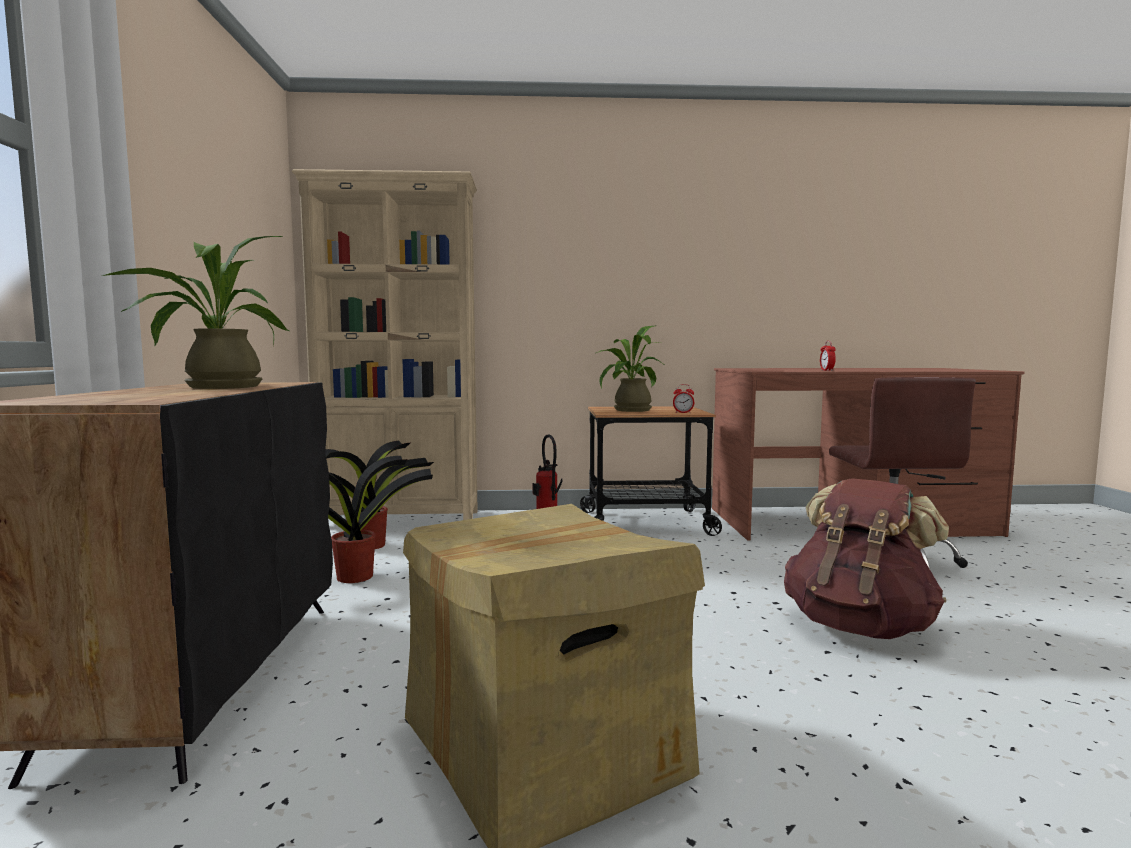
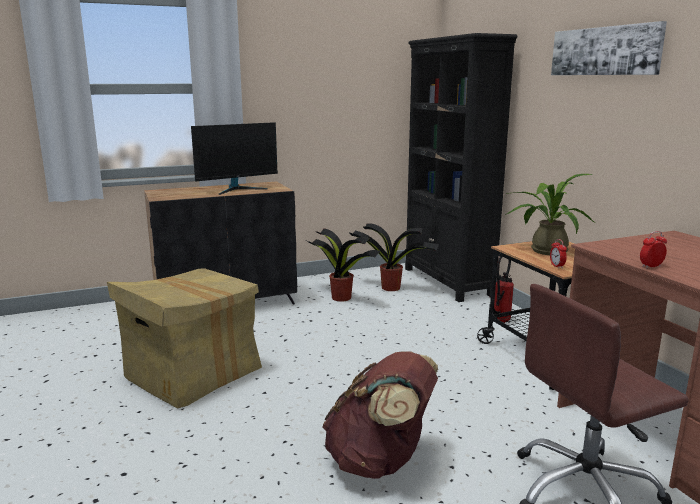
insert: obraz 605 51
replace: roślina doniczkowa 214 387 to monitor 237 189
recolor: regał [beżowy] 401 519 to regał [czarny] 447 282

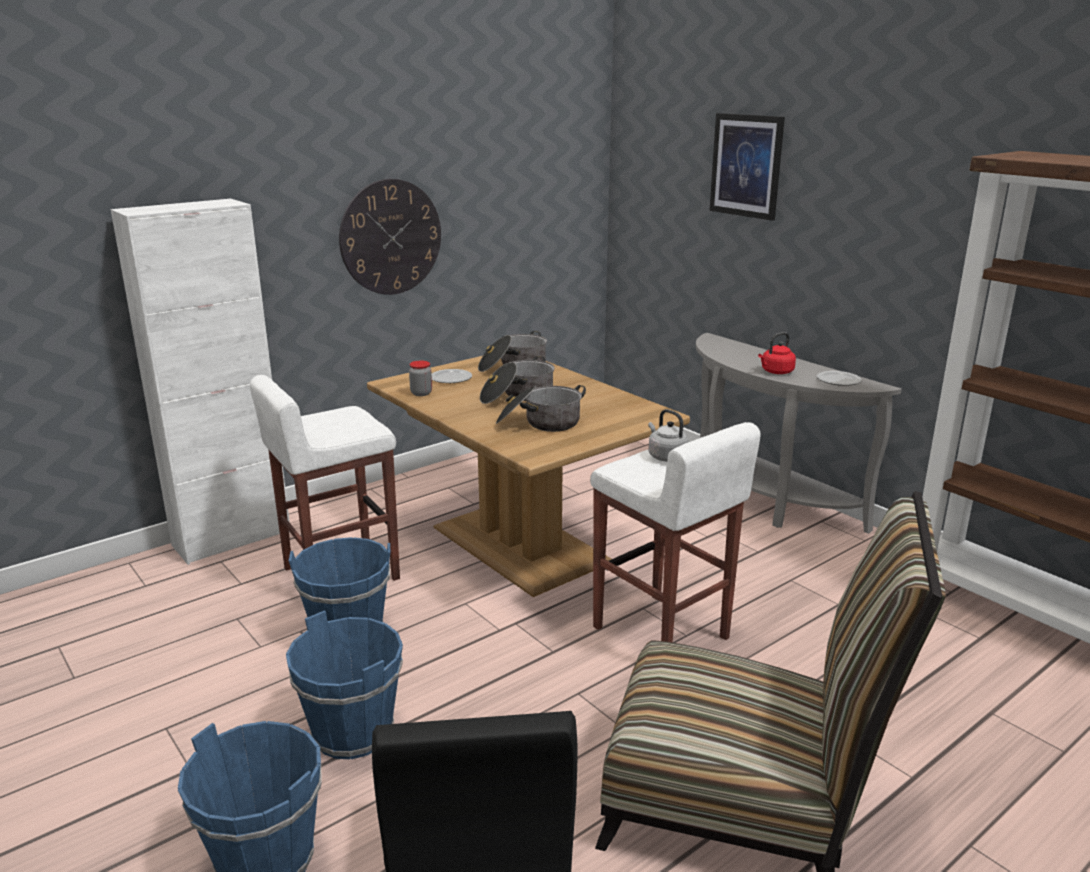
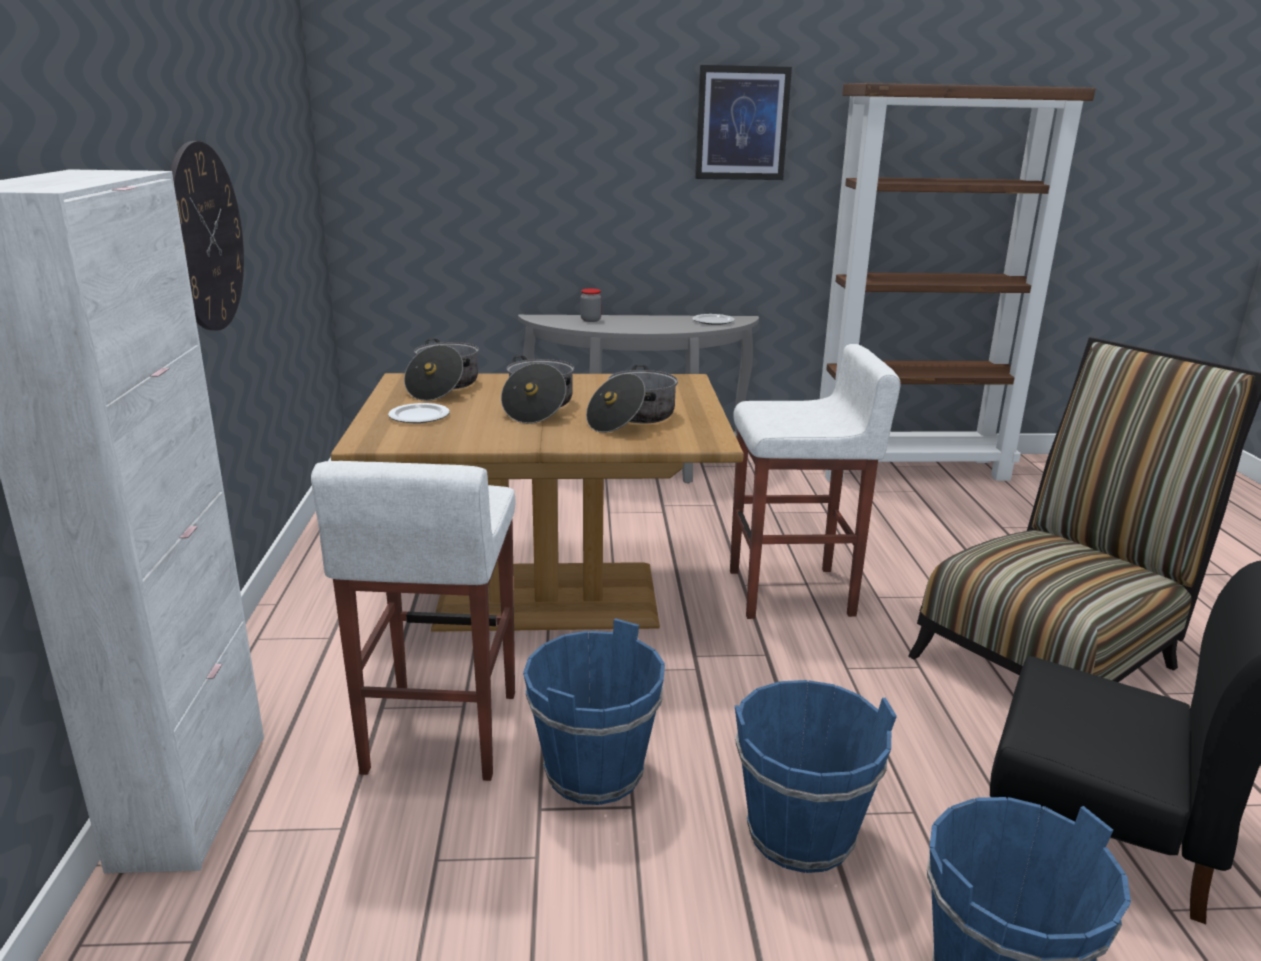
delete: czajnik [szary] 666 456; czajnik [czerwony] 776 372
move: słoik 421 393 to 590 320; obraz 746 166 to 742 123

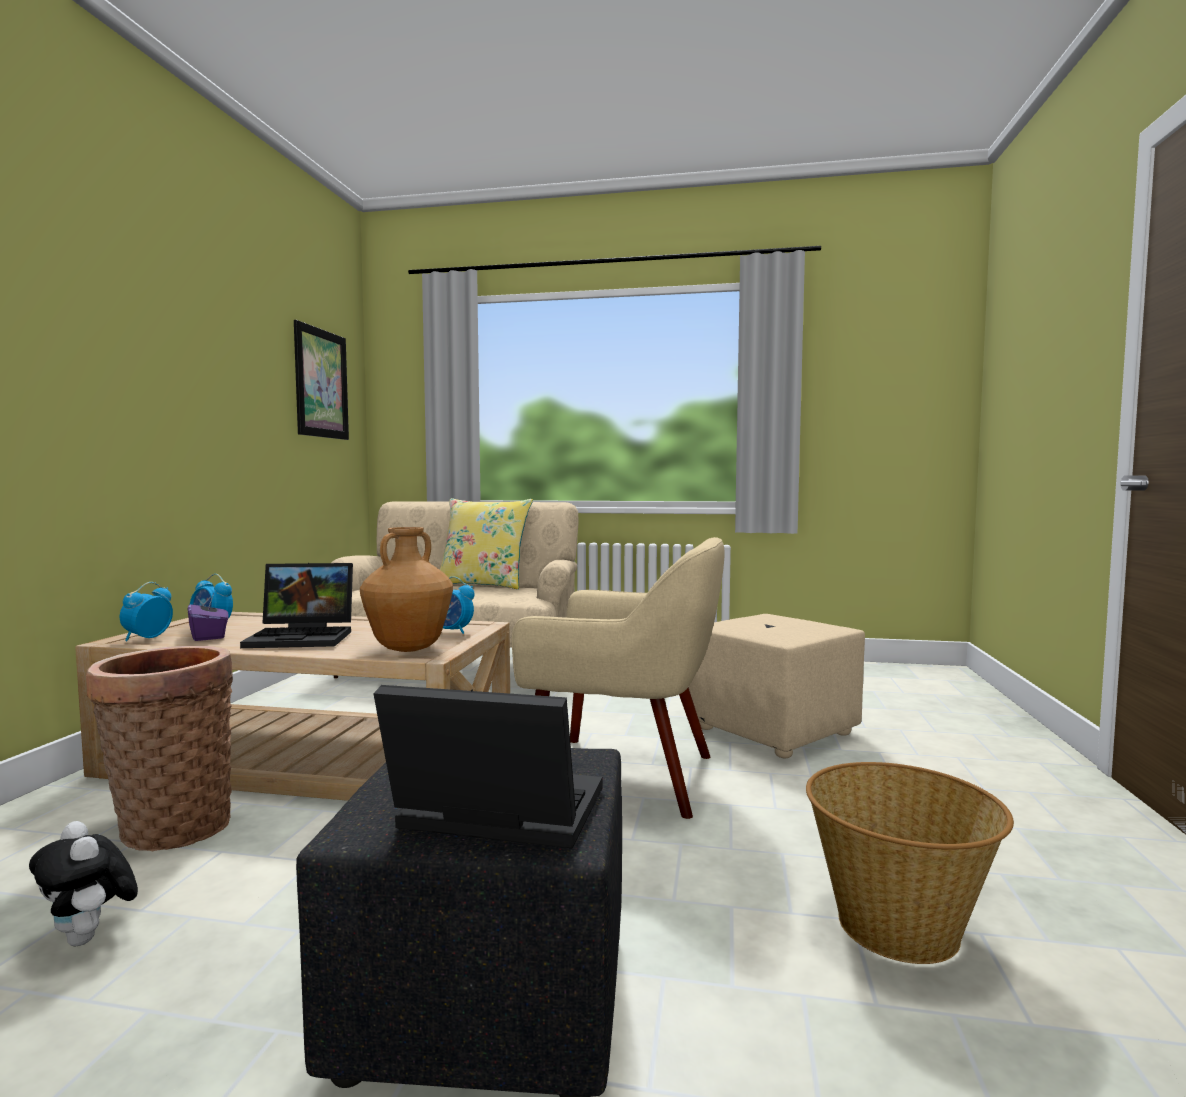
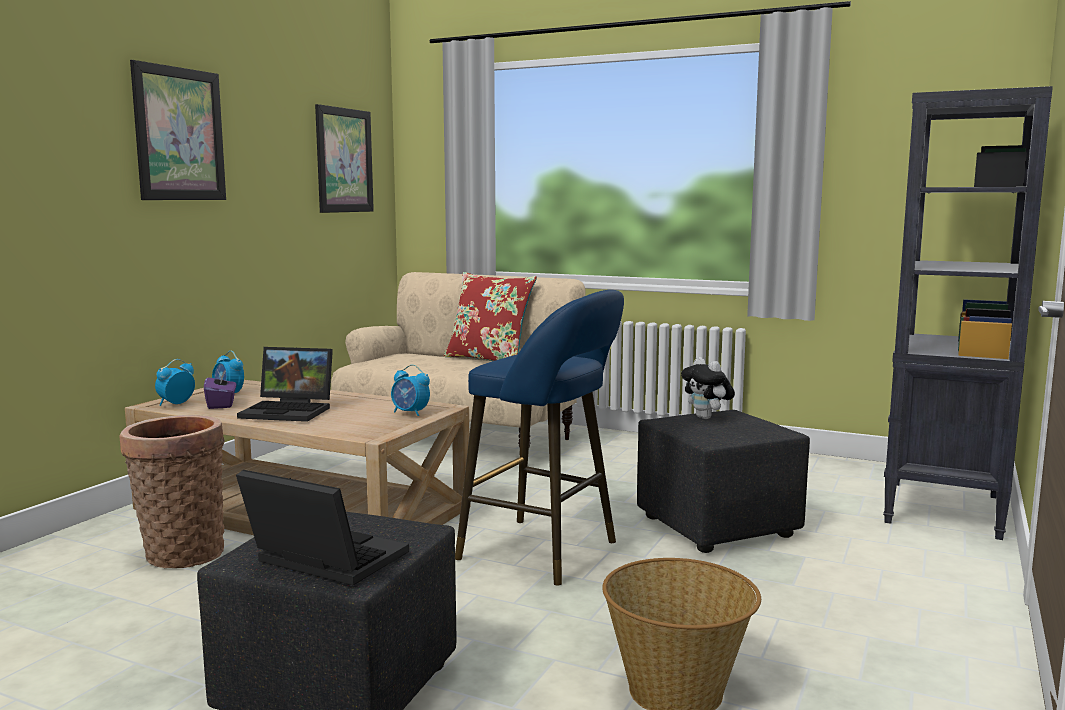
delete: wazon [brązowy] 408 649
insert: obraz 179 134; regał [czarny] 942 509
move: pluszak 89 938 to 707 418
replace: fotel [beżowy] 625 775 to stołek [niebieski] 546 552
recolor: poduszka [żółty] 483 585 to poduszka [czerwony] 489 359; pufa [beżowy] 775 731 to pufa [czarny] 719 527

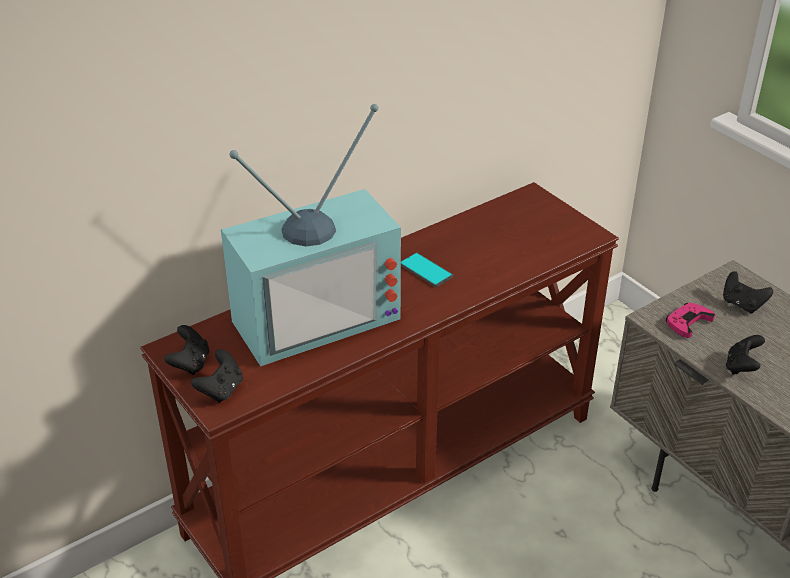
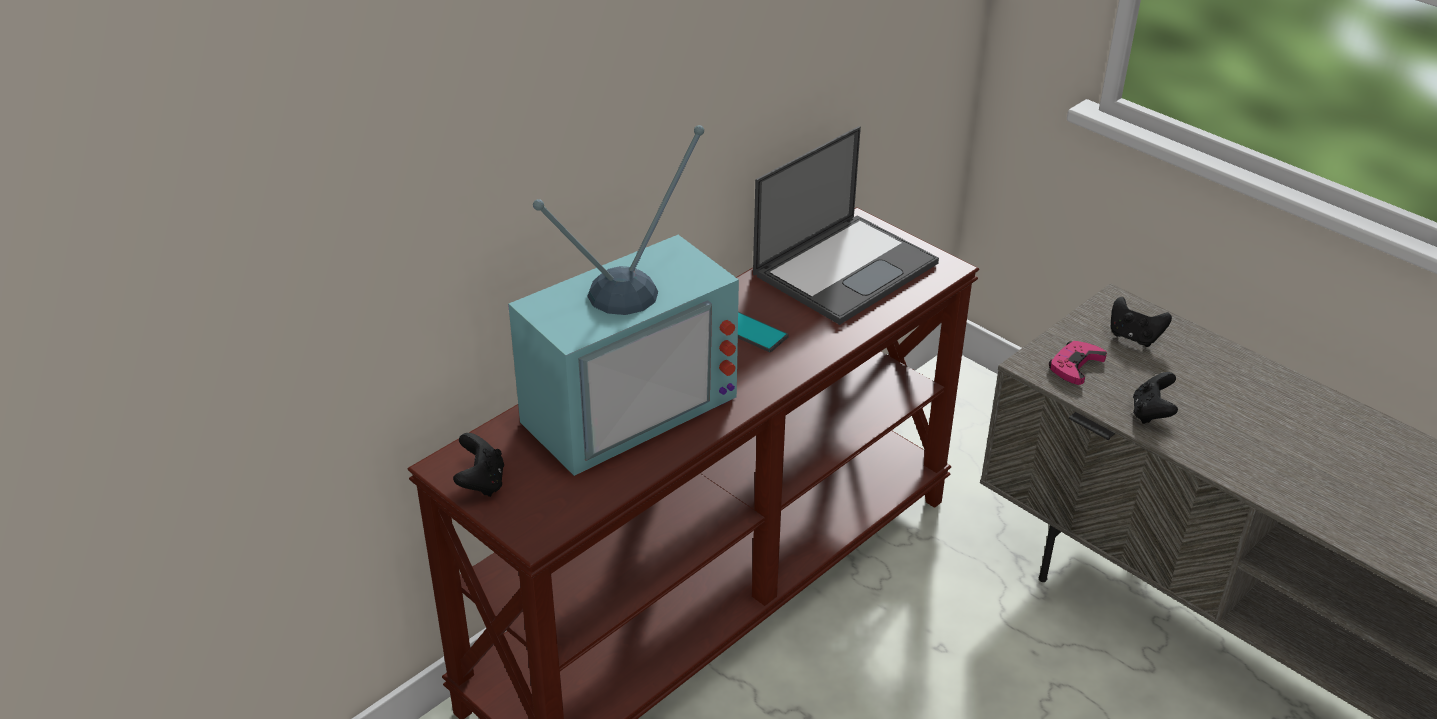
delete: pad do gier [czarny] 221 390
insert: laptop 846 268

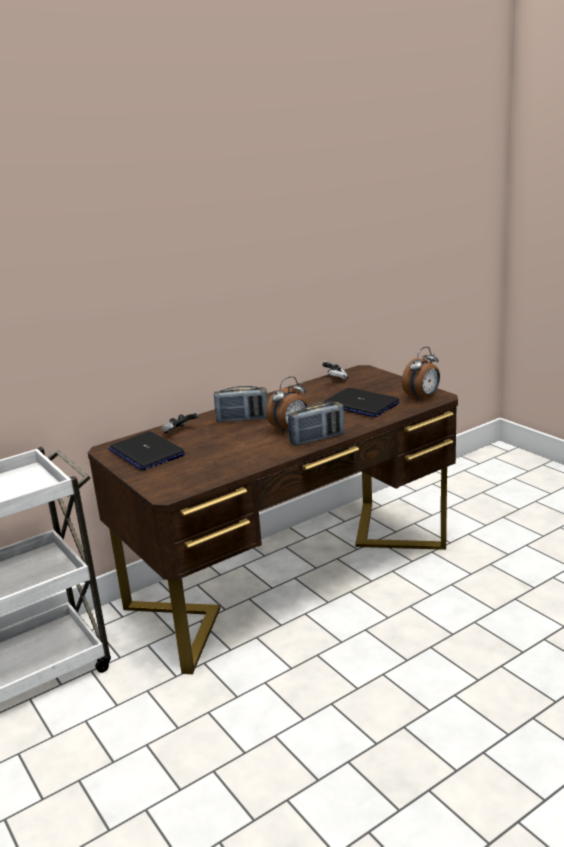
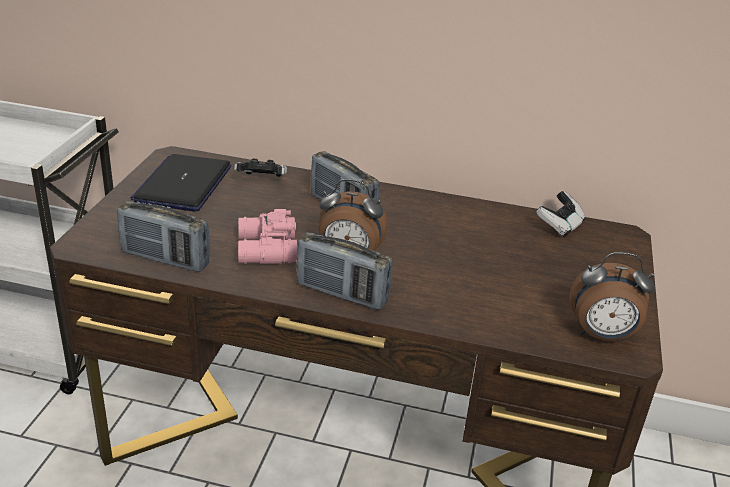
delete: laptop 360 404
insert: radio 165 259; lornetka [różowy] 265 250

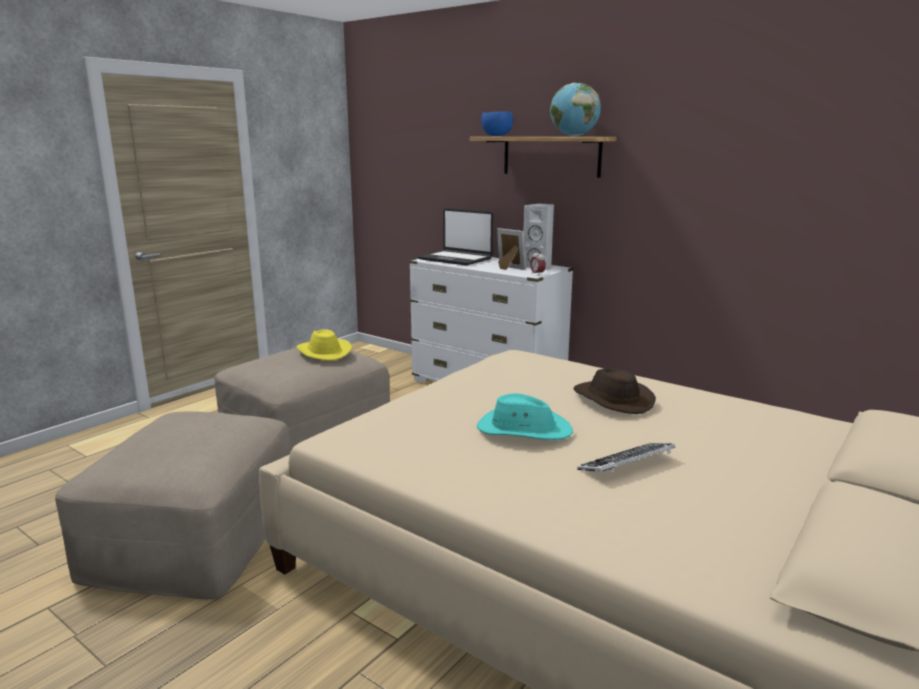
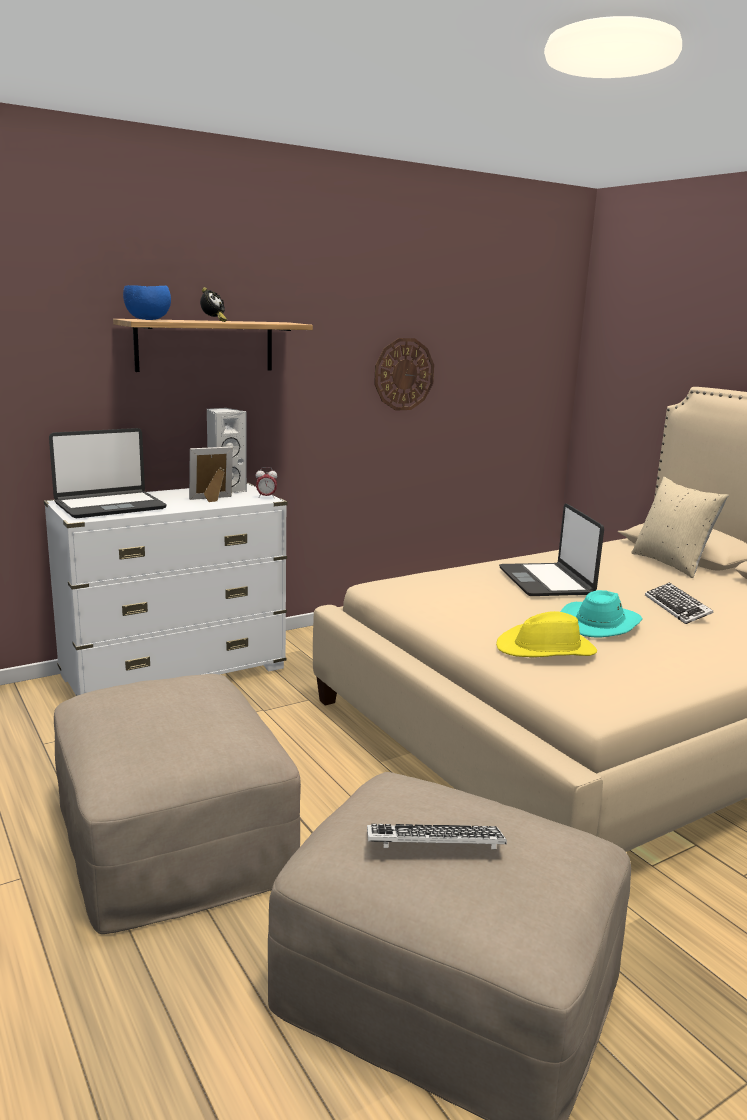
delete: globus 573 136
insert: budzik 213 321; klawiatura 434 844; zegar ścienny 403 374; poduszka [beżowy] 671 564
move: kapelusz [żółty] 323 352 to 546 649
replace: kapelusz [brązowy] 612 400 to laptop 547 581

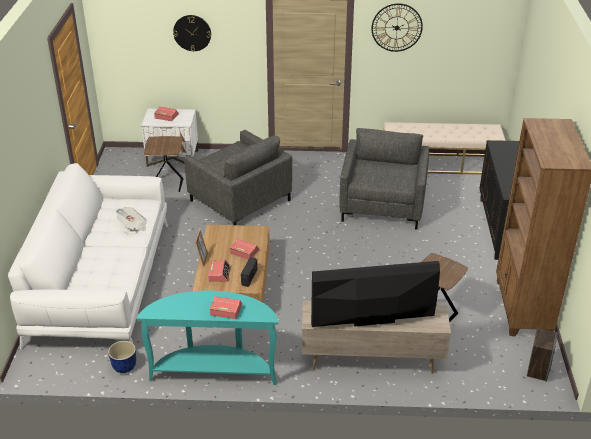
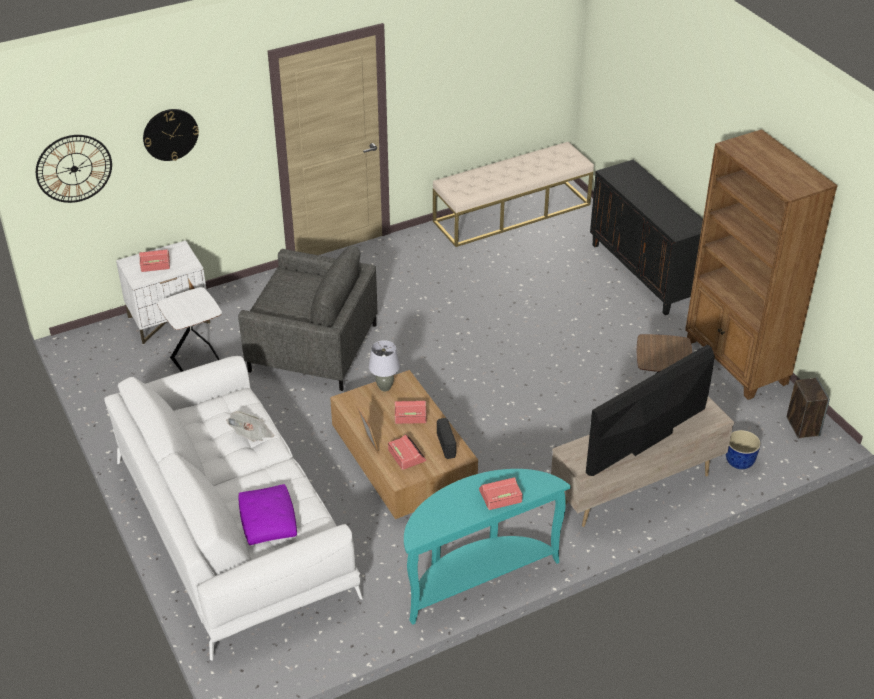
delete: fotel [szary] 383 205
insert: poduszka [fioletowy] 268 521; lampa stołowa [szary] 384 387
move: donica 124 367 to 739 462; zegar ścienny 396 27 to 74 168
recolor: stolik [brązowy] 168 186 to stolik [biały] 198 361

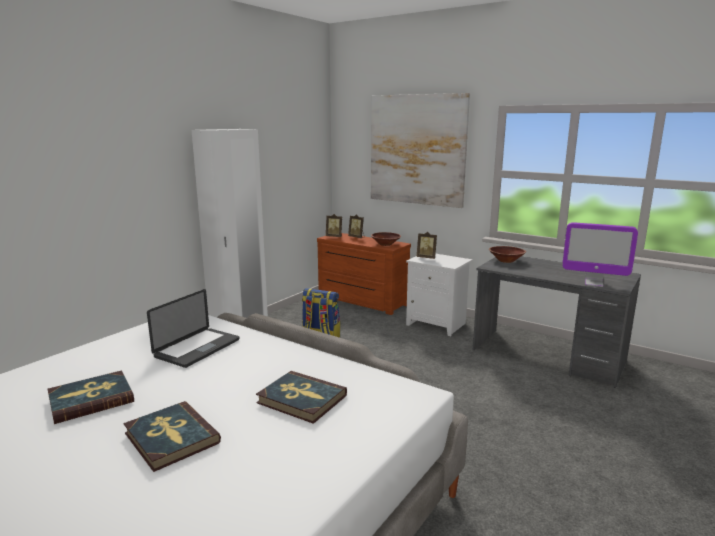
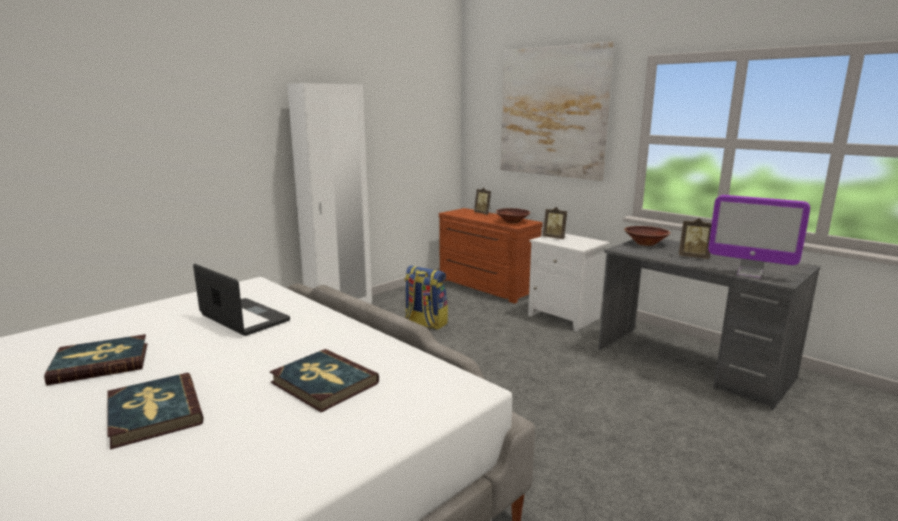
move: ramka na zdjęcie 334 236 to 694 257
rotate: laptop 197 348 = 244 318 90 degrees counterclockwise

